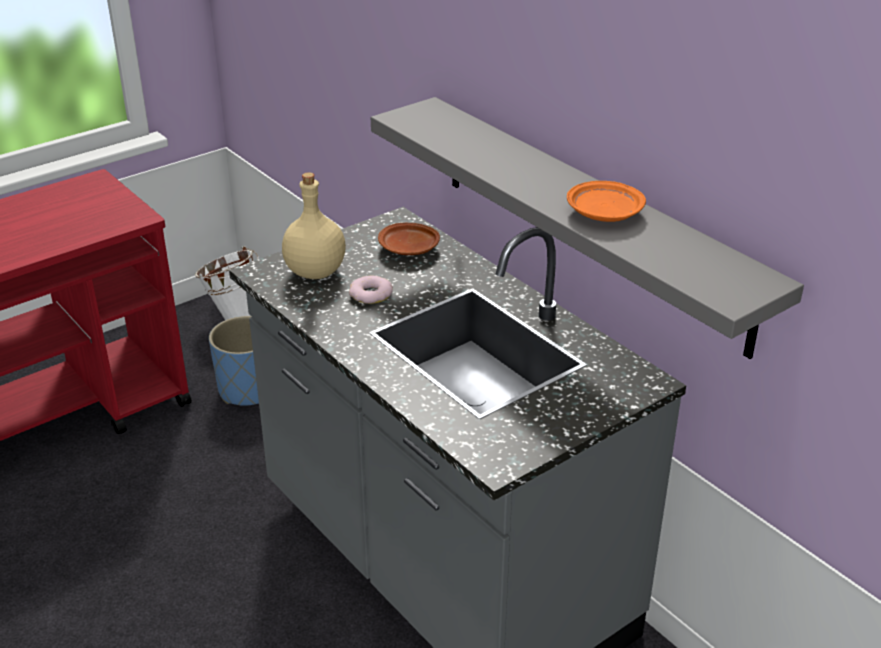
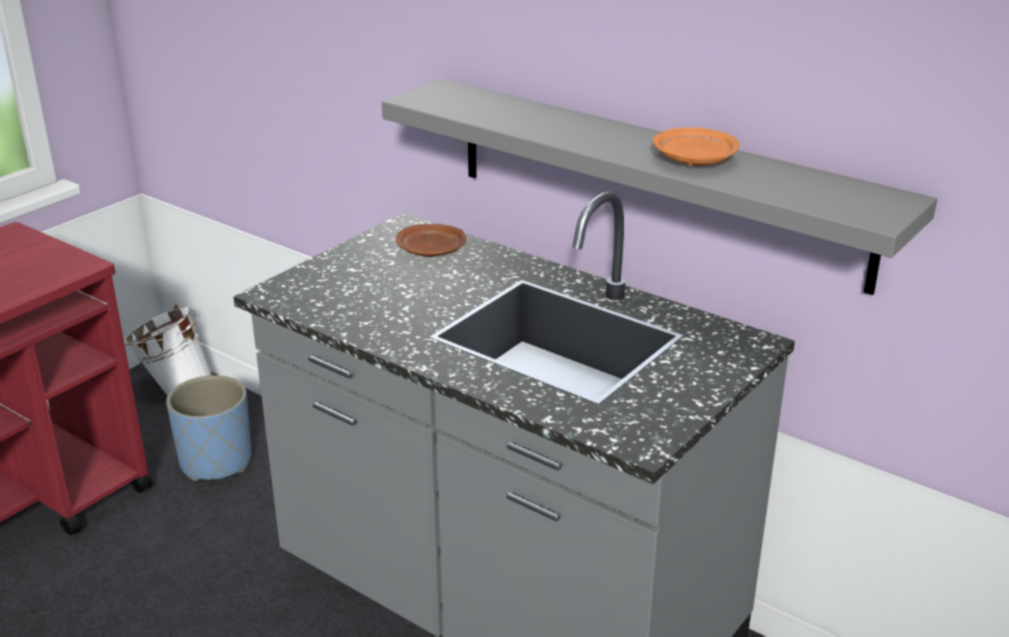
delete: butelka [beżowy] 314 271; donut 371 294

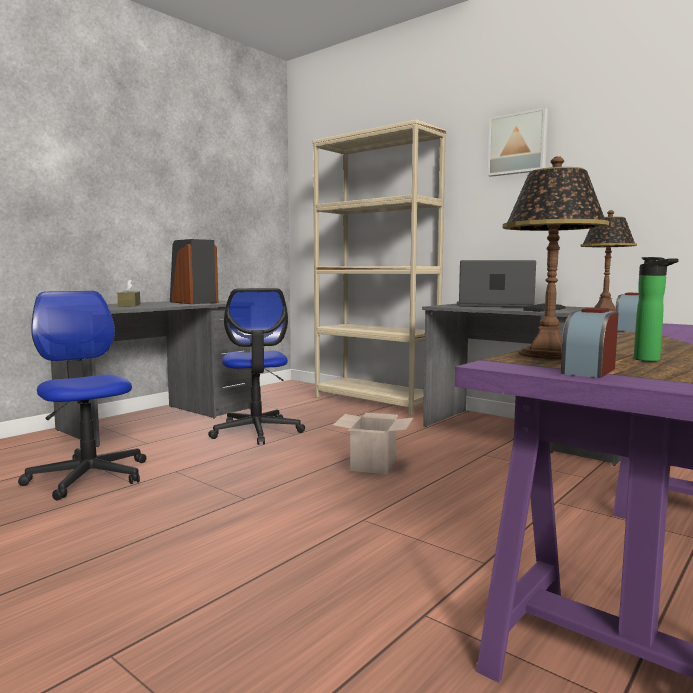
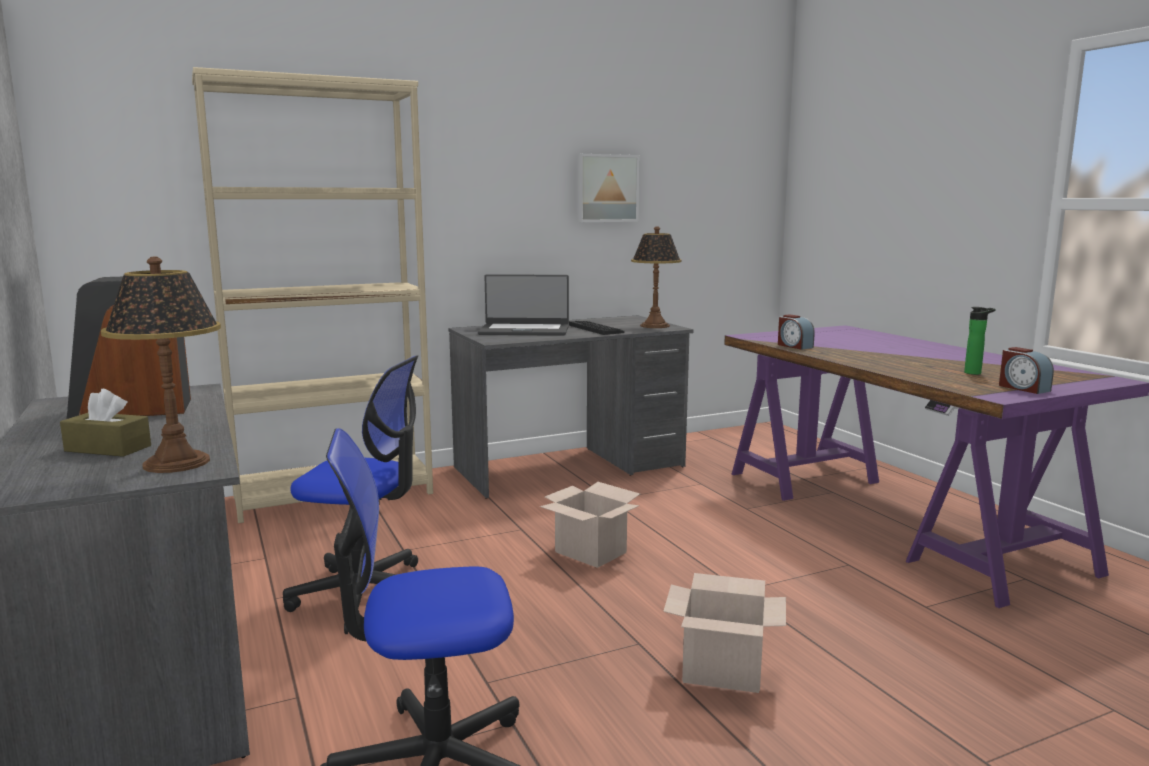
insert: karton 724 670
move: obraz 518 144 to 606 188; lampa stołowa 548 354 to 177 463
rotate: laptop 493 305 = 524 330 120 degrees counterclockwise

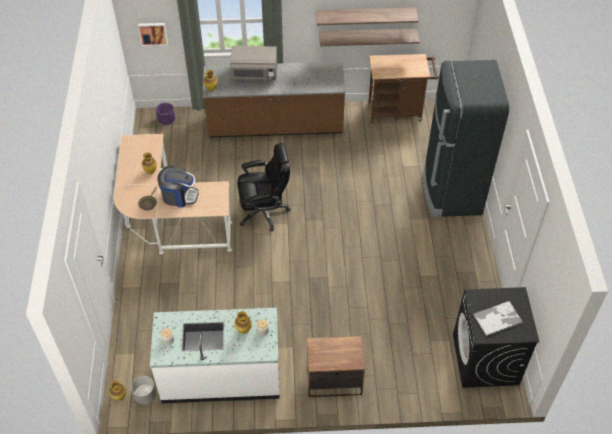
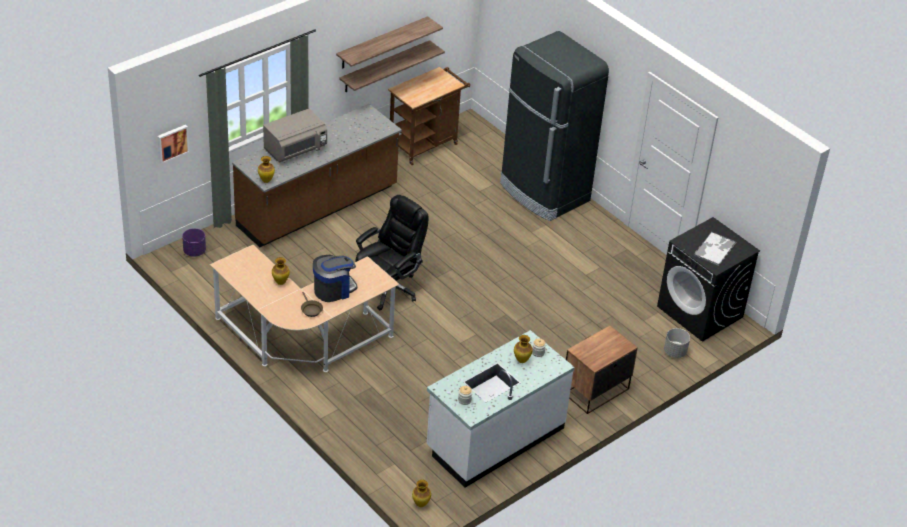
move: donica [szary] 145 395 to 675 352

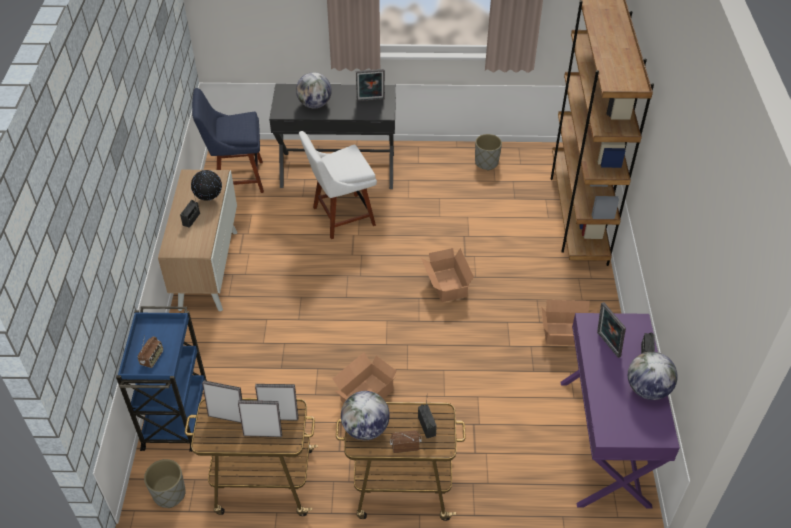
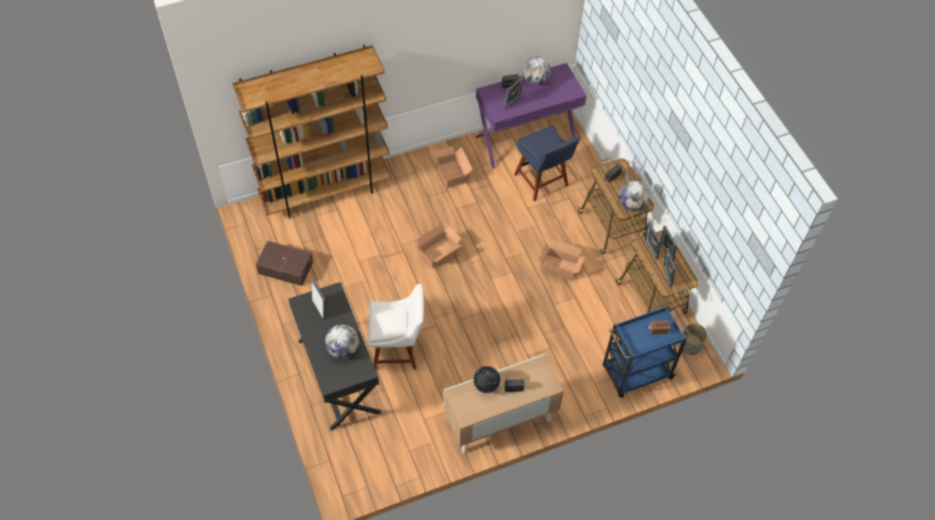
move: krzesło [niebieski] 236 179 to 542 182
replace: donica [szary] 486 163 to pojemnik do przechowywania [brązowy] 285 267
rotate: krzesło [biały] 340 217 = 398 350 45 degrees counterclockwise

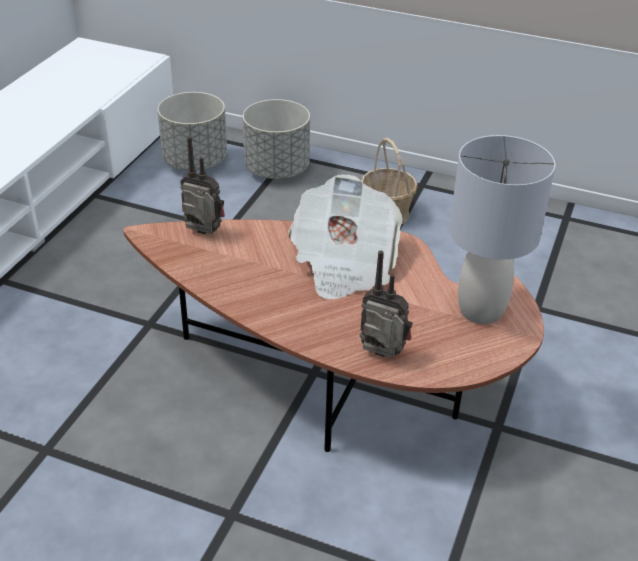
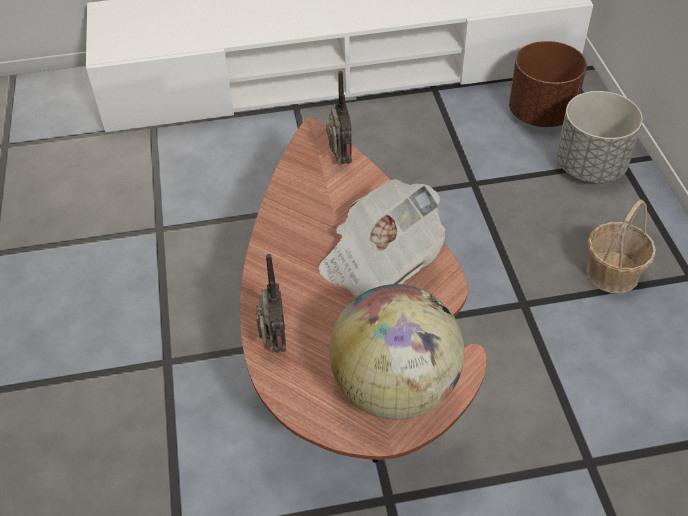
replace: lampa stołowa [szary] 480 310 to globus 395 387
recolor: donica [szary] 195 161 to donica [brązowy] 541 113

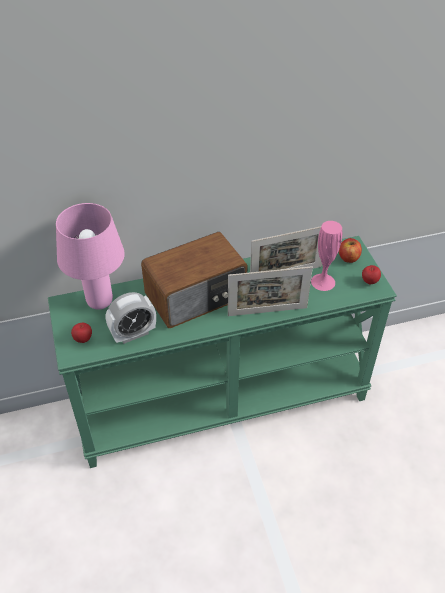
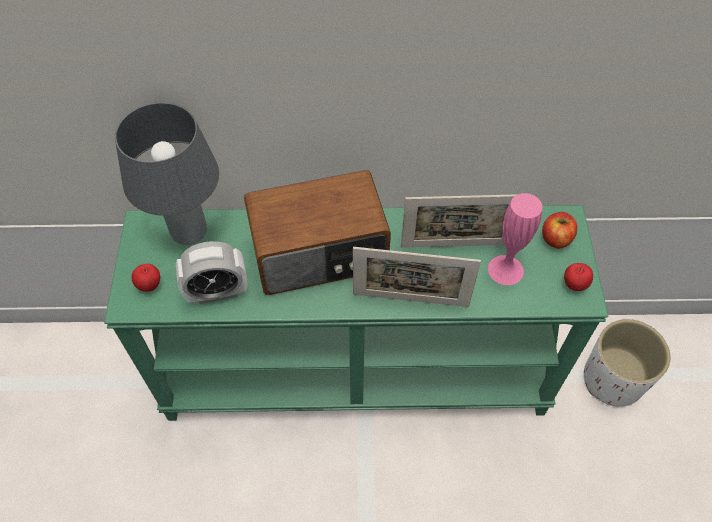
insert: donica [biały] 612 380
recolor: lampa stołowa [różowy] 100 301 to lampa stołowa [szary] 190 232

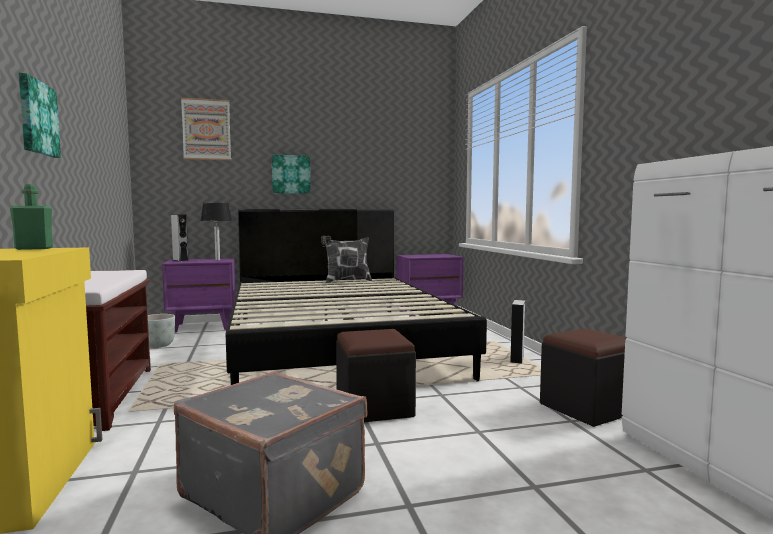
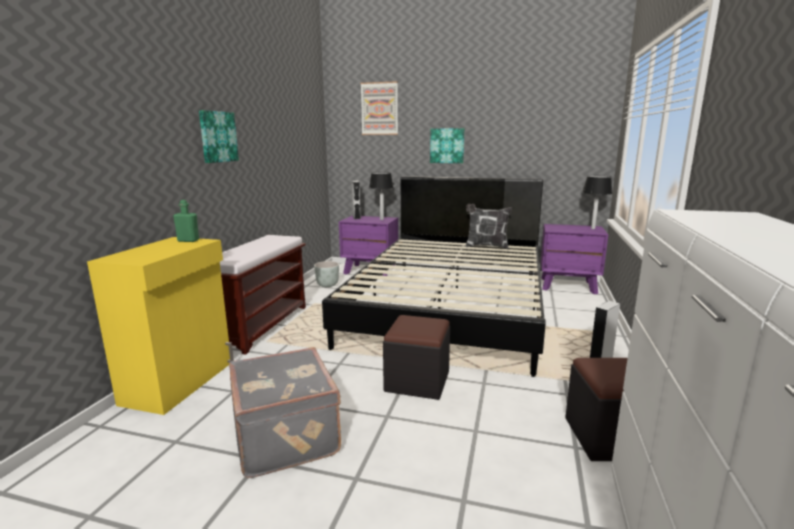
insert: lampa stołowa 593 228

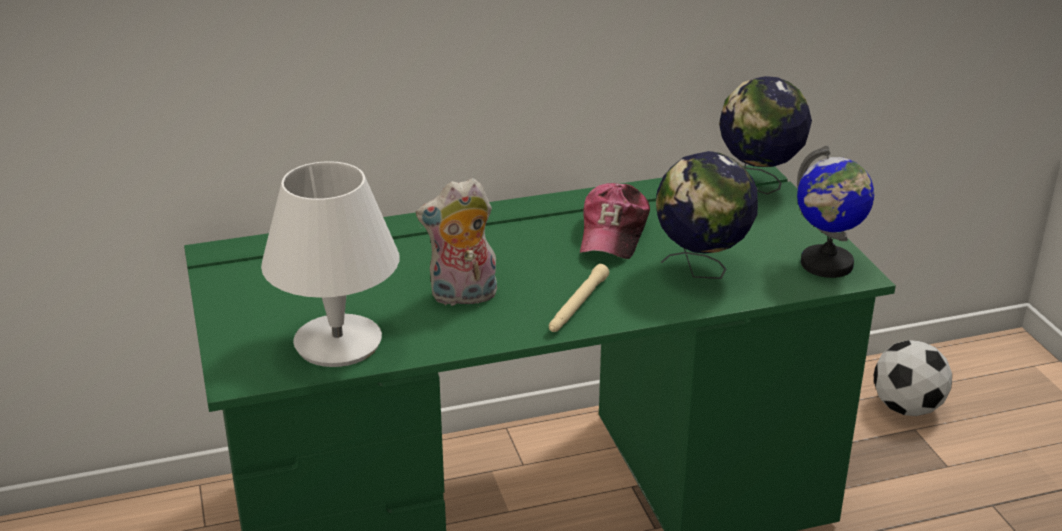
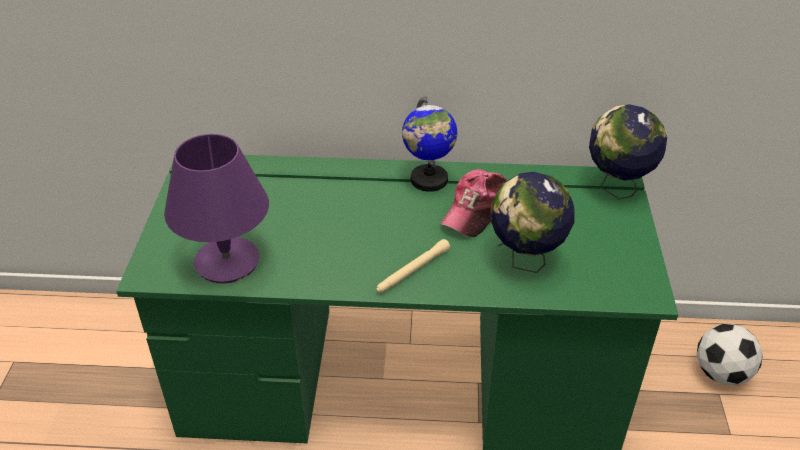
delete: pluszak 462 297
move: globus 826 264 to 428 180
recolor: lampa stołowa [biały] 337 343 to lampa stołowa [fioletowy] 226 261

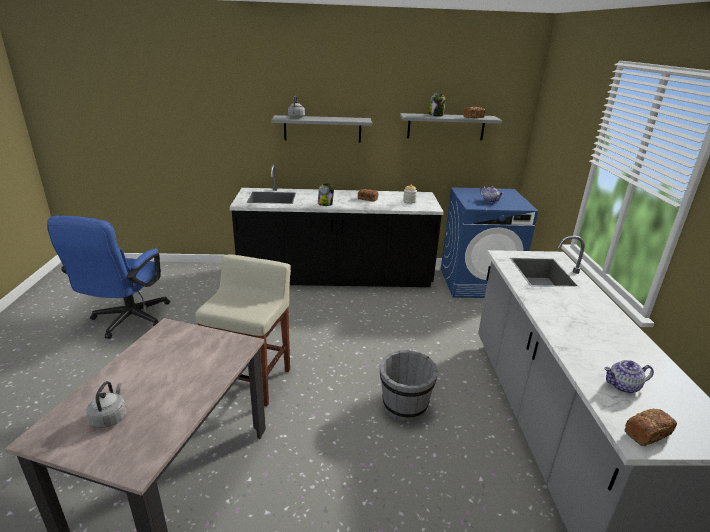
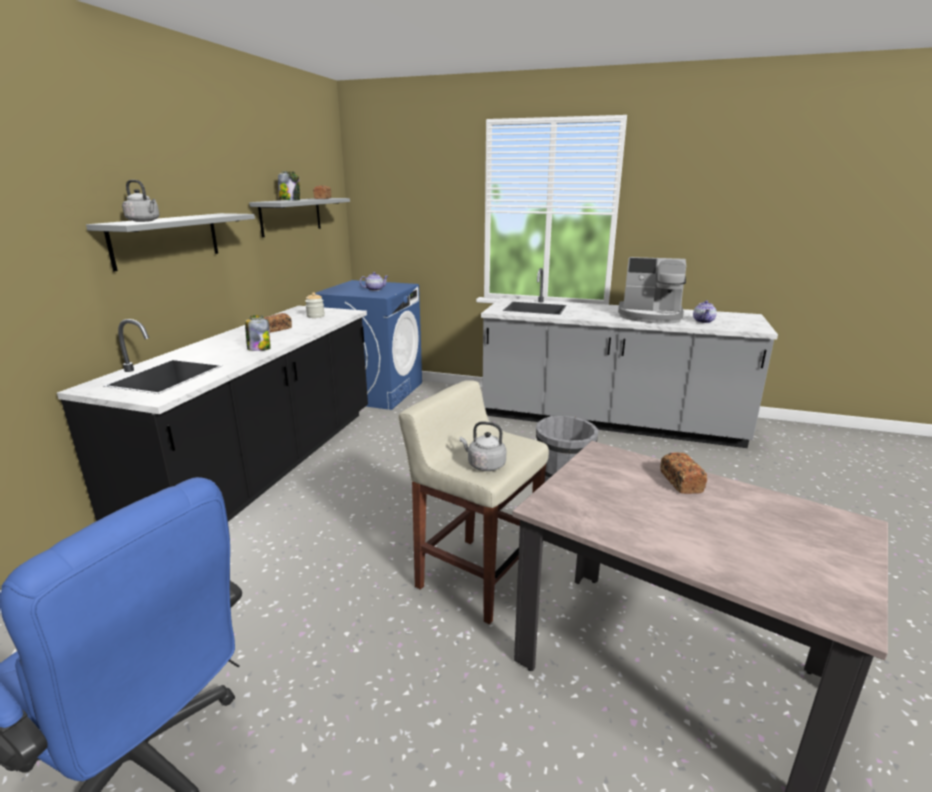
insert: ekspres do kawy 650 316
move: czajnik [szary] 110 417 to 484 465; chleb 647 433 to 680 482

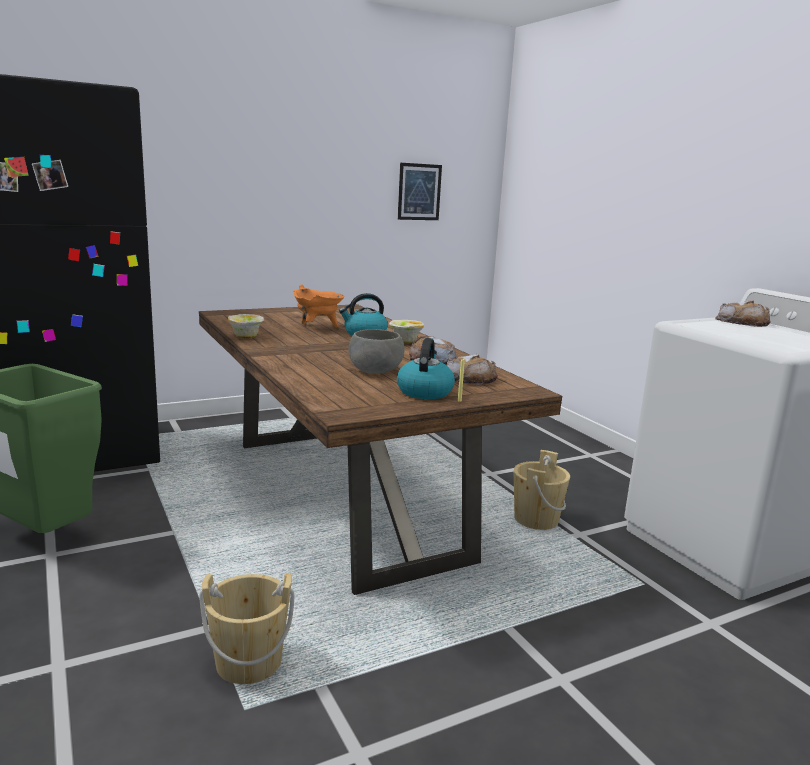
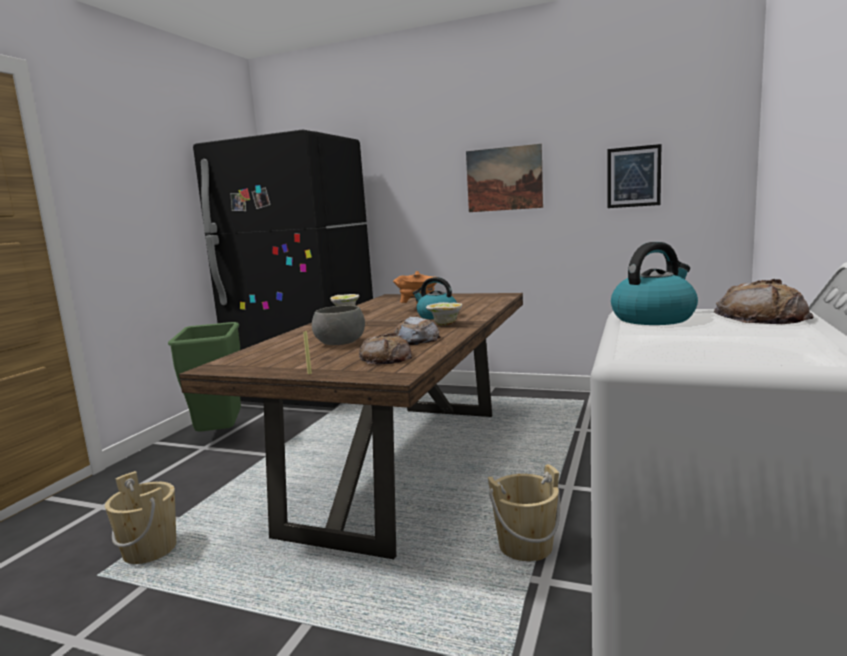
insert: obraz 504 179
move: czajnik 424 392 to 653 318

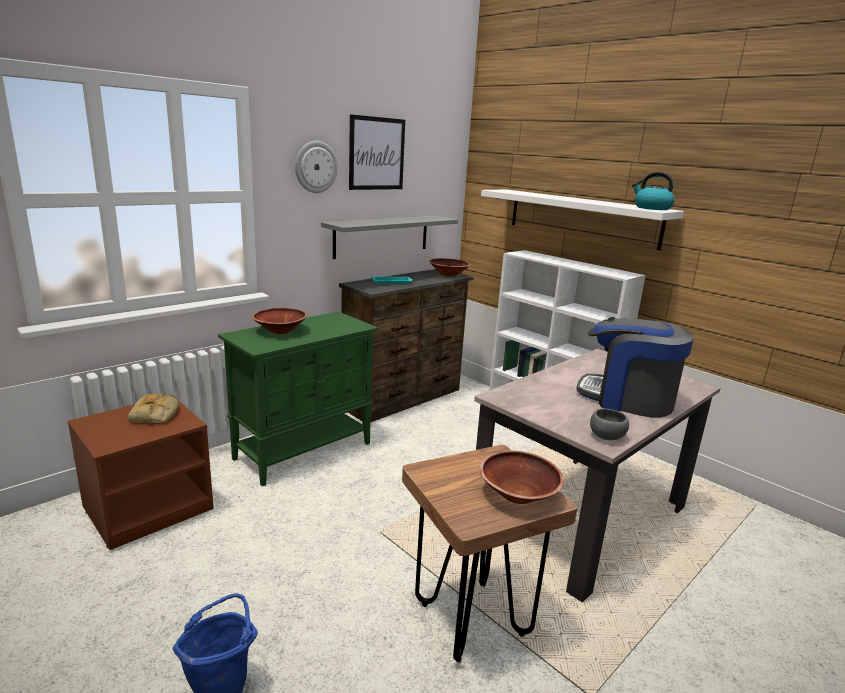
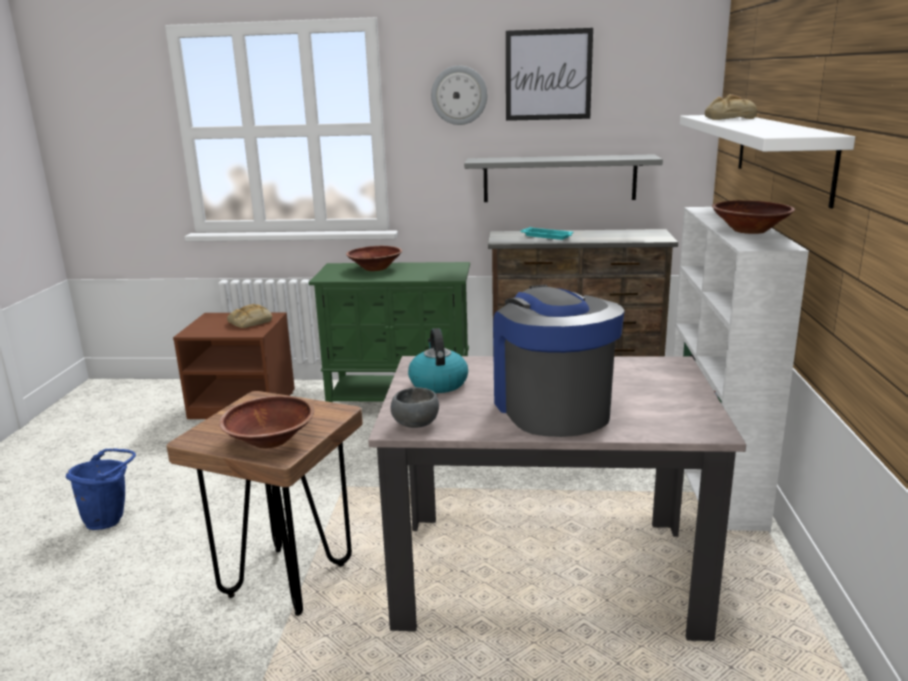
insert: chleb 728 118
move: miska [brązowy] 448 274 to 749 230; czajnik 651 208 to 438 383

